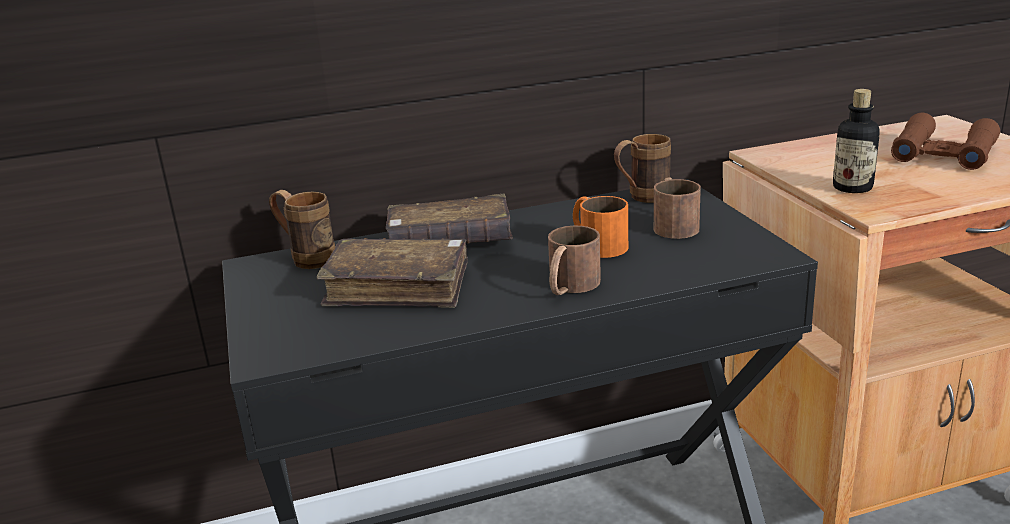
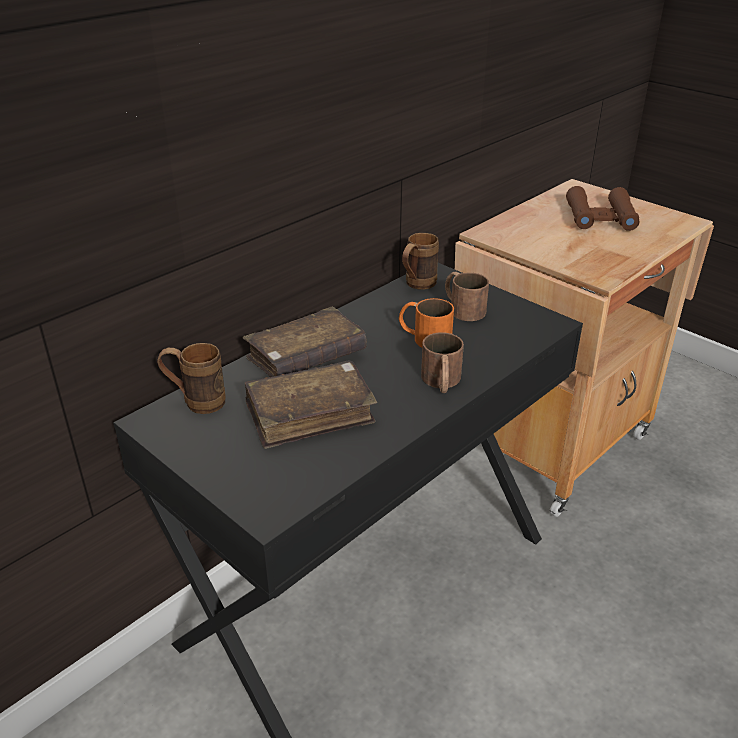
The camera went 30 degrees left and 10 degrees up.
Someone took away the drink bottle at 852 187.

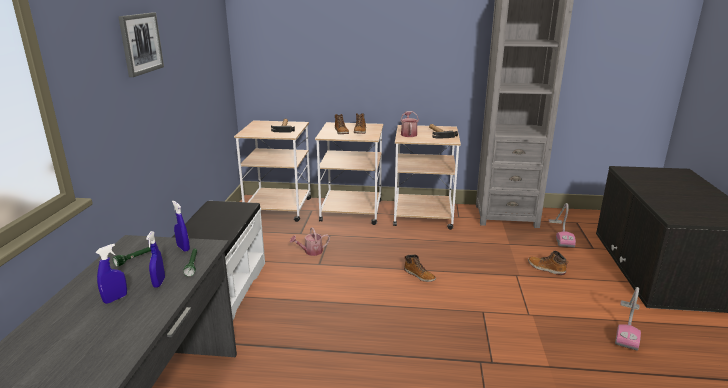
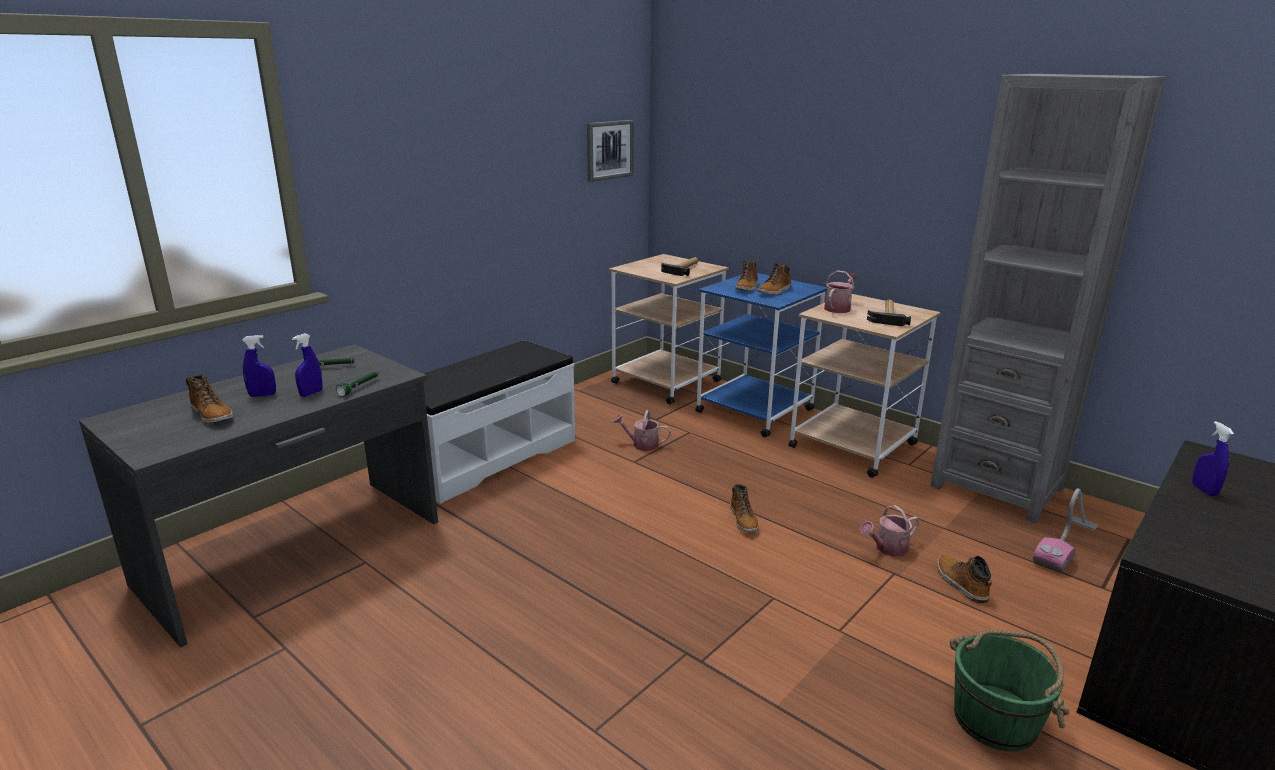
The camera went 35 degrees right and 0 degrees up.
Someone carried the wall art from 140 43 to 609 150.
Someone repainted the sand-coloured wheeled cart at 352 211, which became the blue wheeled cart at 756 412.
Someone carried the blue sprayer from 183 248 to 1204 490.
Someone swapped the hoover at 628 325 for the green pail at 996 719.
Someone put down the tall boot at 212 415.
Someone put down the watering can at 887 548.

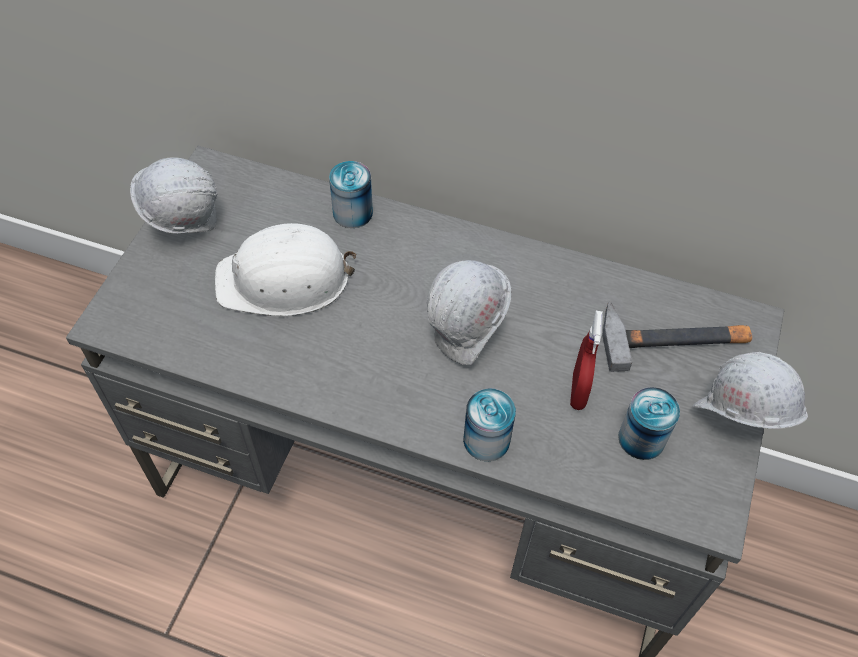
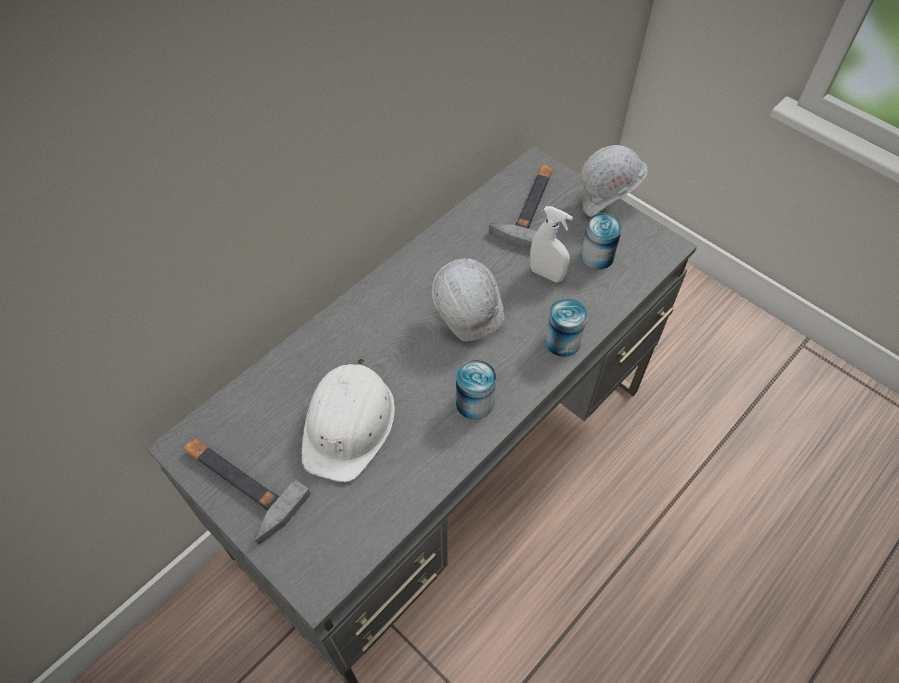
The camera went 65 degrees left and 0 degrees up.
Someone swapped the white work helmet at 185 223 for the hammer at 237 485.
Someone carried the metal can from 352 212 to 474 402.
Someone repainted the reddish sprayer at 578 391, which became the white sprayer at 546 274.

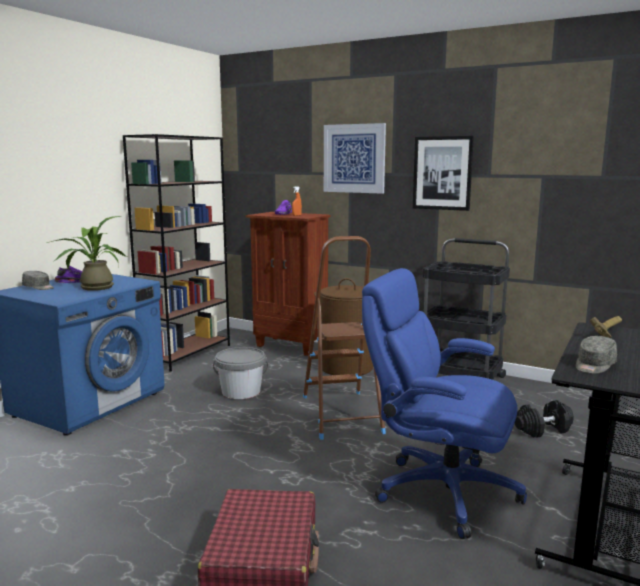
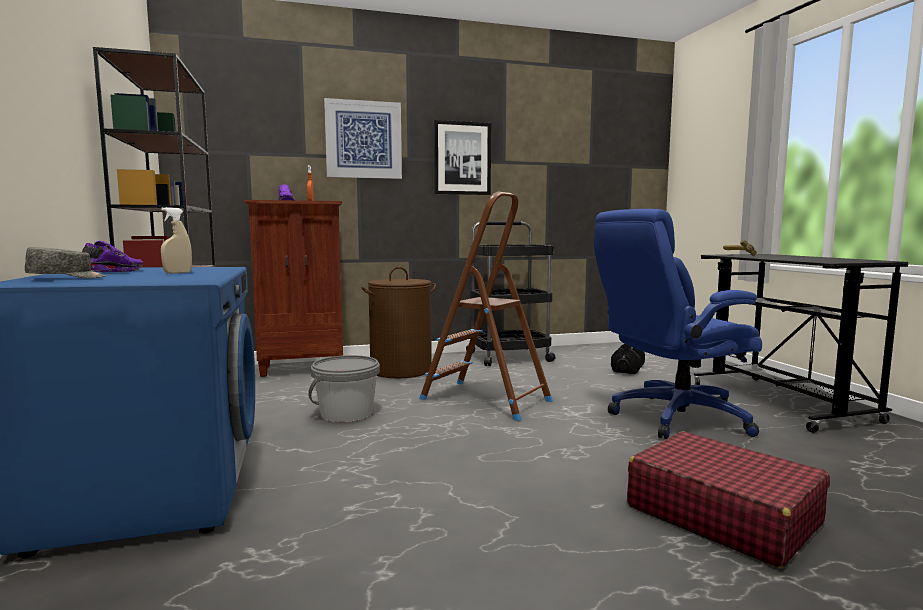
The camera went 45 degrees left and 5 degrees down.
Someone swapped the houseplant at 92 287 for the sand-coloured sprayer at 177 273.
Someone took away the gray cap at 594 365.

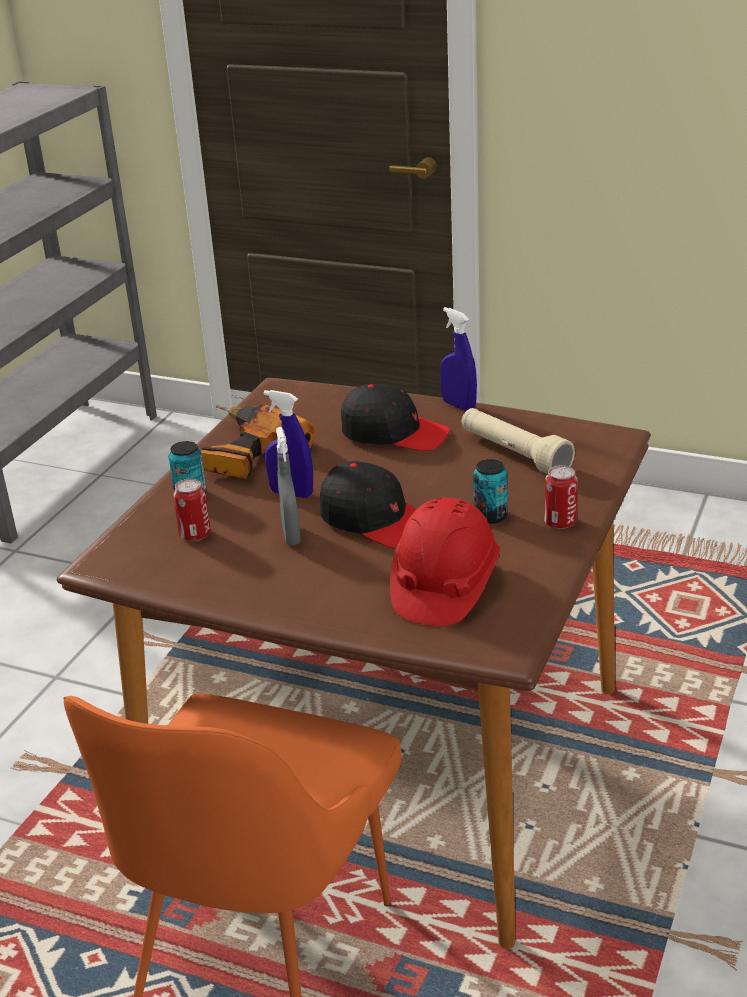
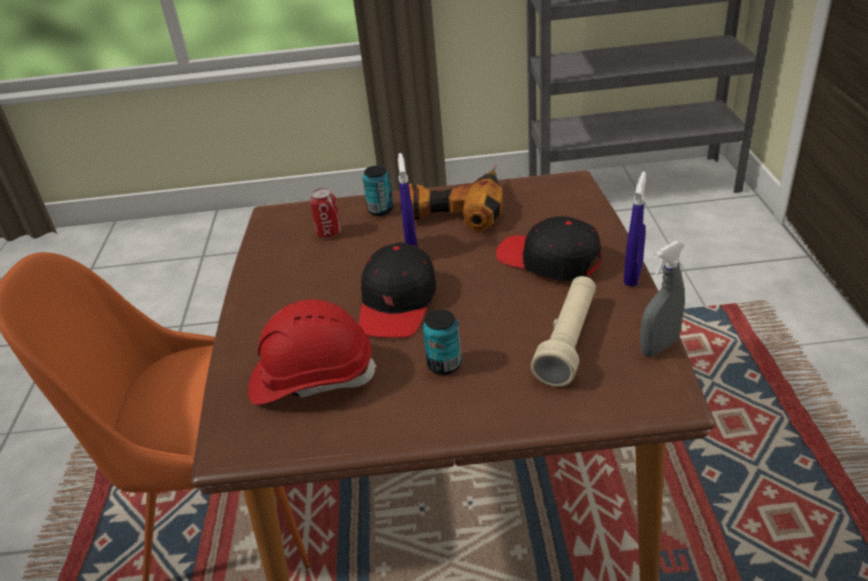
The camera went 65 degrees right and 5 degrees up.
Someone rotated the black-coloured cap at 394 433 by 135 degrees clockwise.
Someone carried the gray sprayer from 291 535 to 659 346.
Someone took away the metal can at 560 522.

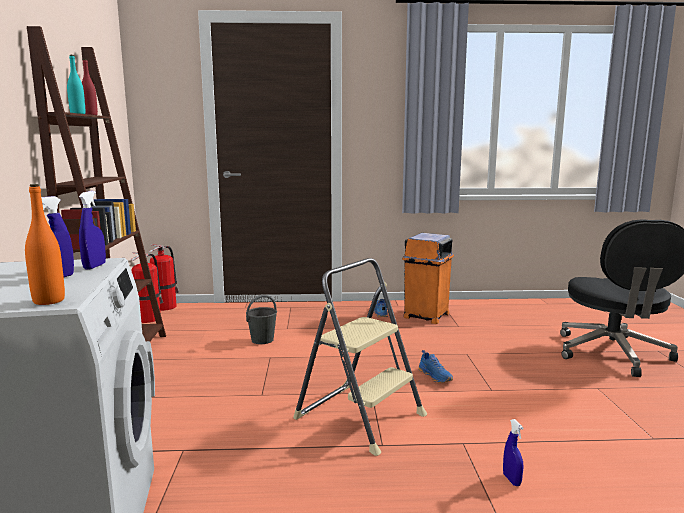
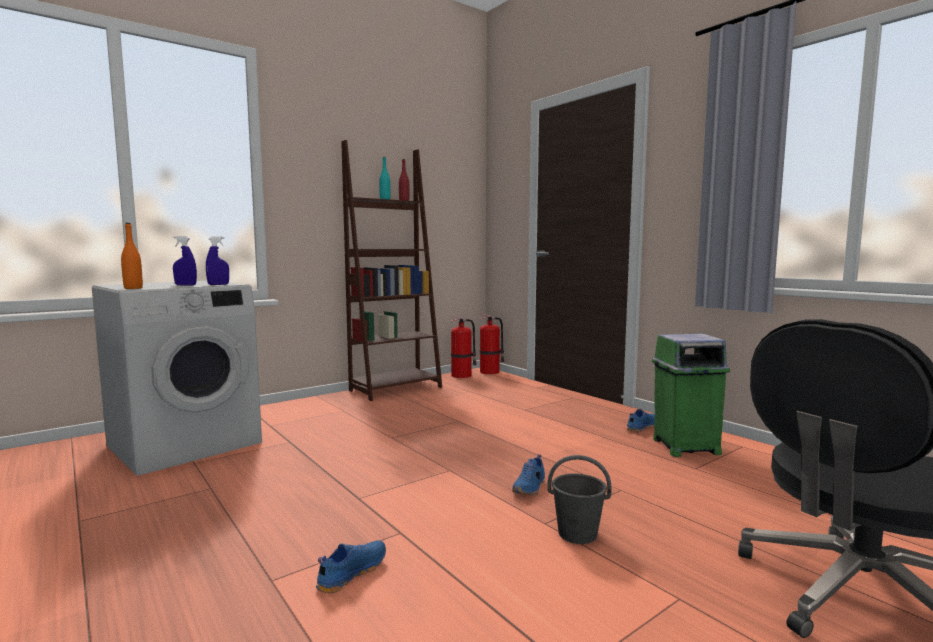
The camera went 55 degrees right and 5 degrees down.
Someone repainted the orangey waste bin at 426 316, which became the green waste bin at 684 447.
Someone took away the sand-coloured stepladder at 356 414.
Someone carried the gray pail from 262 340 to 578 534.
Someone swapped the blue sprayer at 511 480 for the blue low shoe at 351 573.

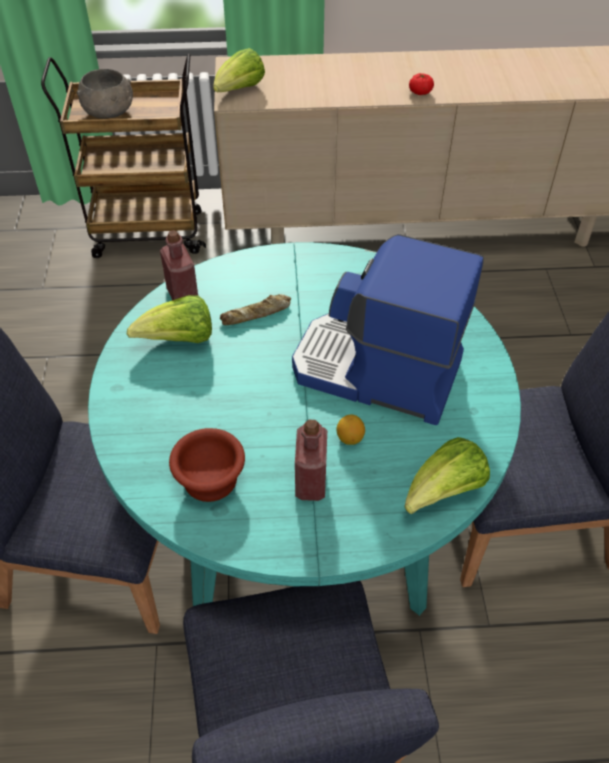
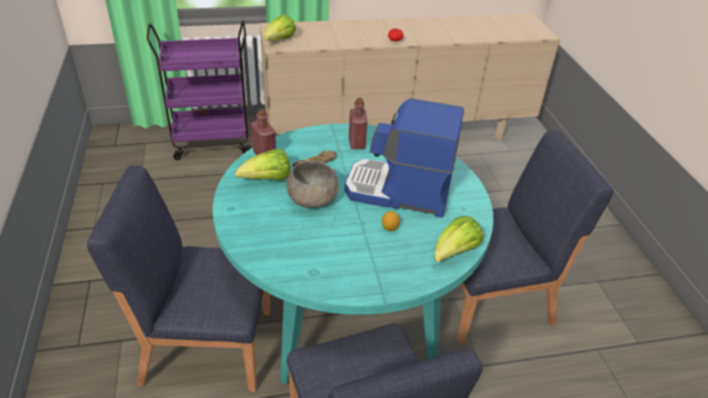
The camera went 10 degrees left and 10 degrees down.
Someone repainted the brownish wheeled cart at 149 234, which became the purple-coloured wheeled cart at 212 143.
Someone carried the gray serving bowl from 109 112 to 313 200.
Someone carried the reddish drink bottle from 310 482 to 356 143.
Someone took away the brownish serving bowl at 209 481.

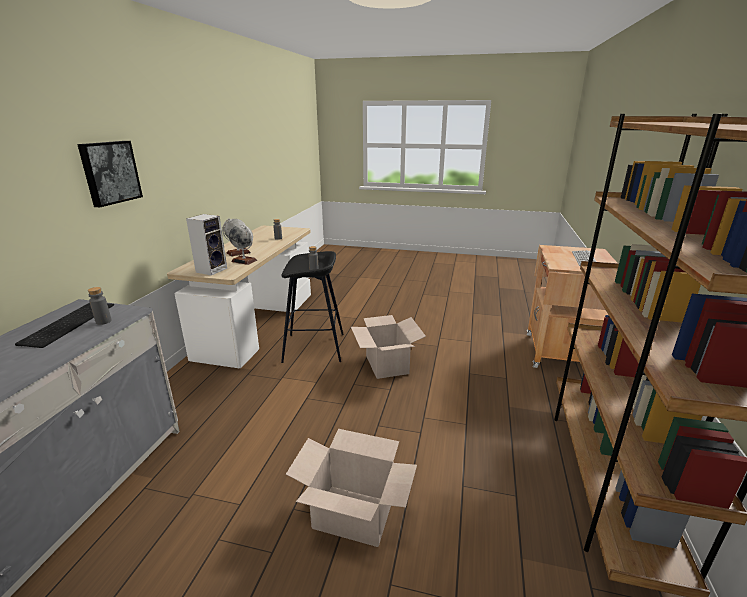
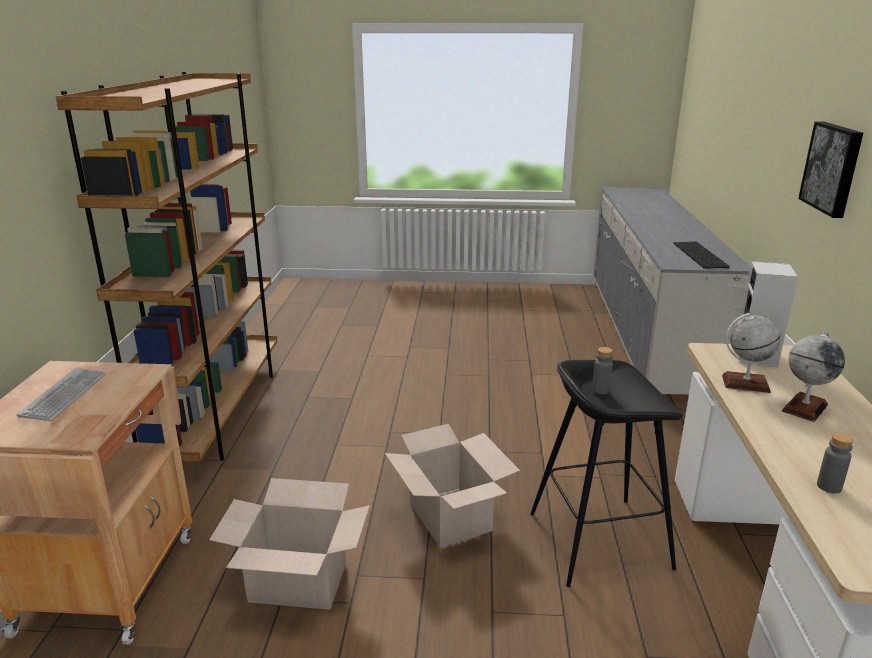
The camera went 170 degrees right and 0 degrees up.
Someone took away the gray drink bottle at 103 321.
Someone carried the carton from 352 515 to 299 581.

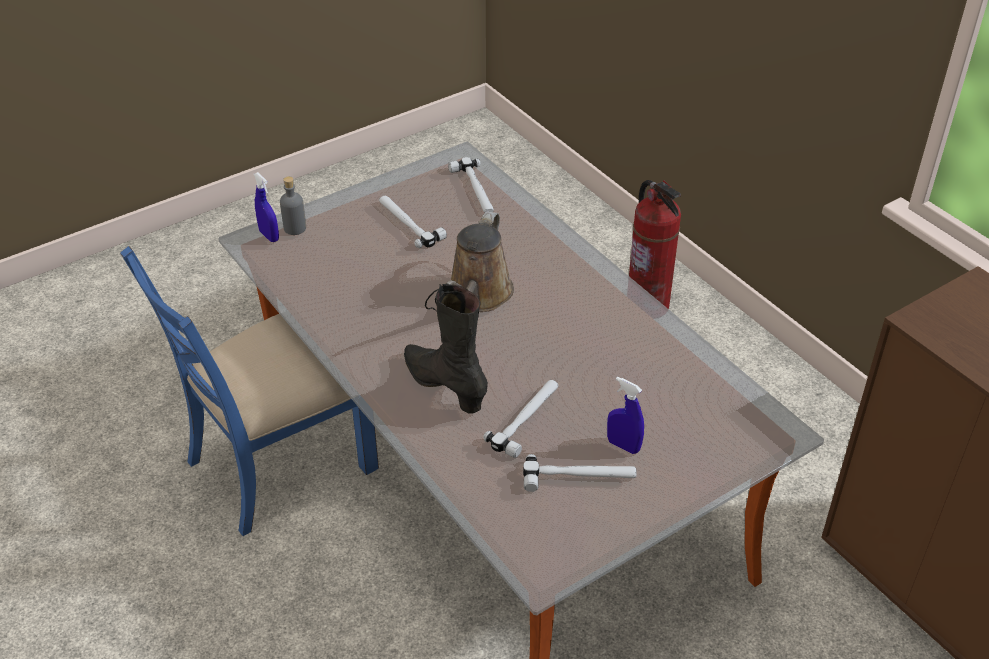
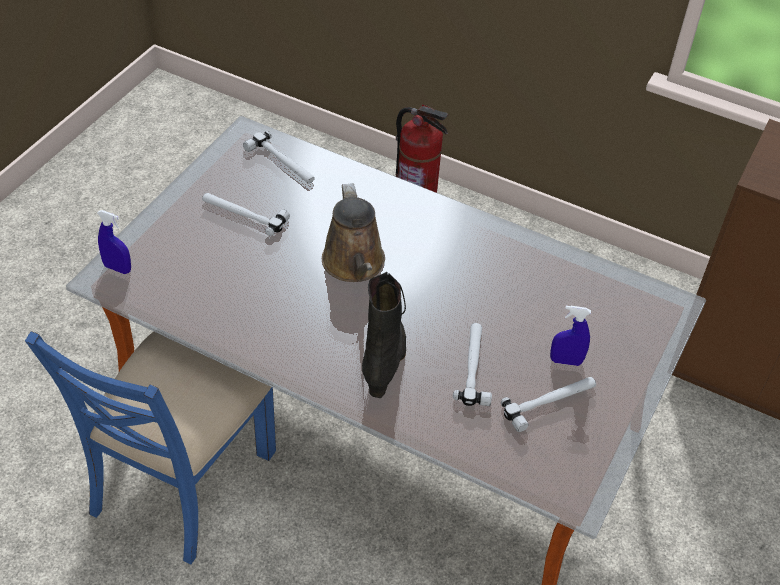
The camera went 30 degrees left and 5 degrees up.
Someone took away the gray drink bottle at 295 228.
Someone rotated the black-coloured tall boot at 445 386 by 75 degrees clockwise.

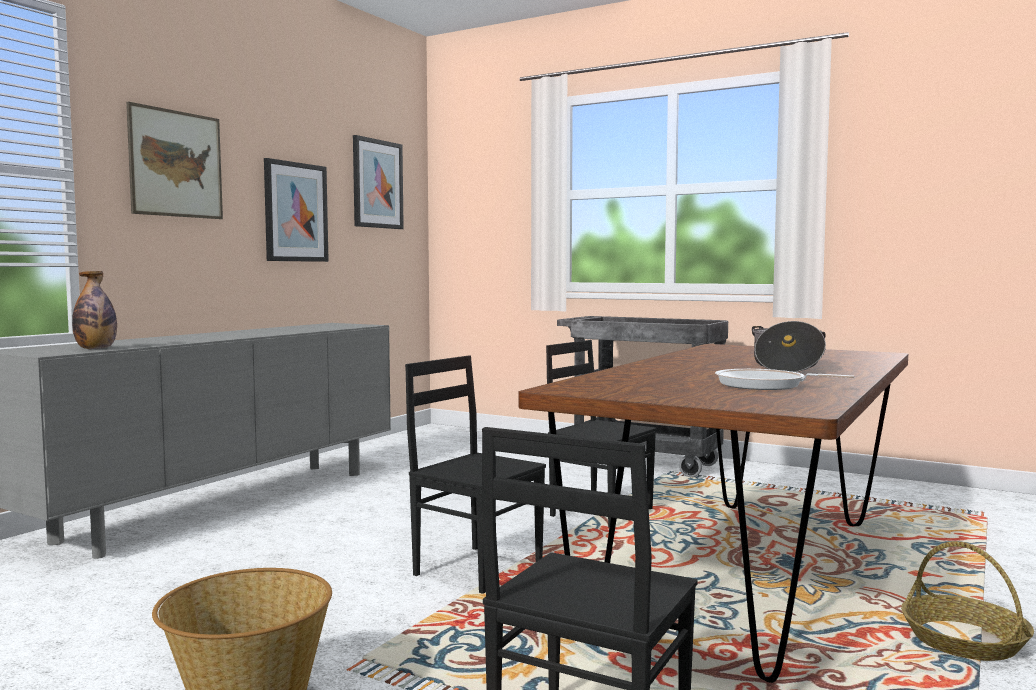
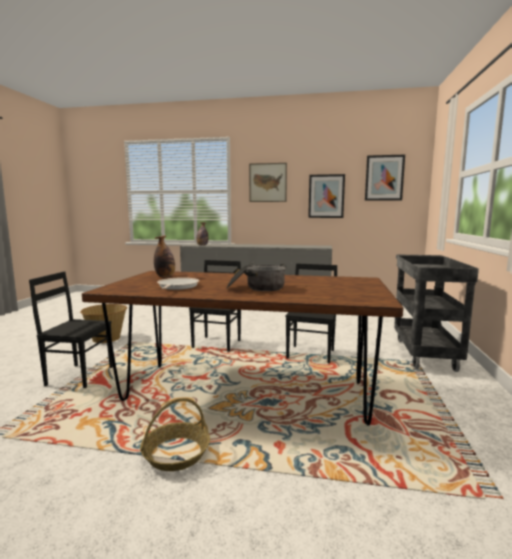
The camera went 70 degrees right and 5 degrees up.
Someone put down the drink bottle at 165 276.

